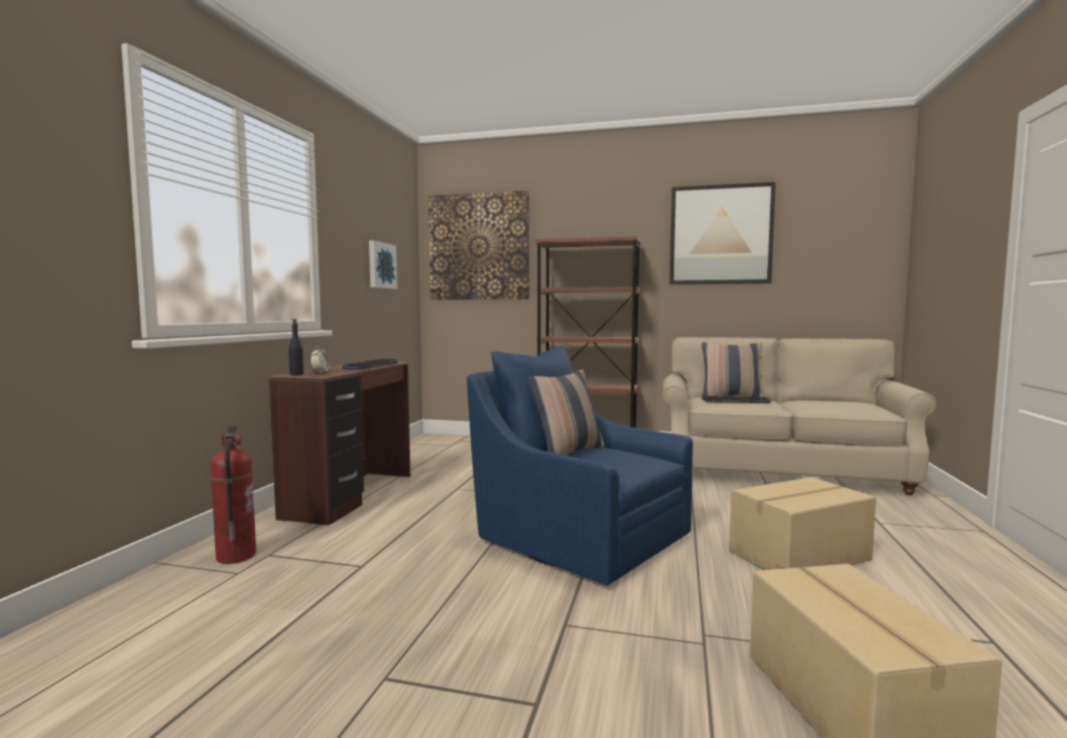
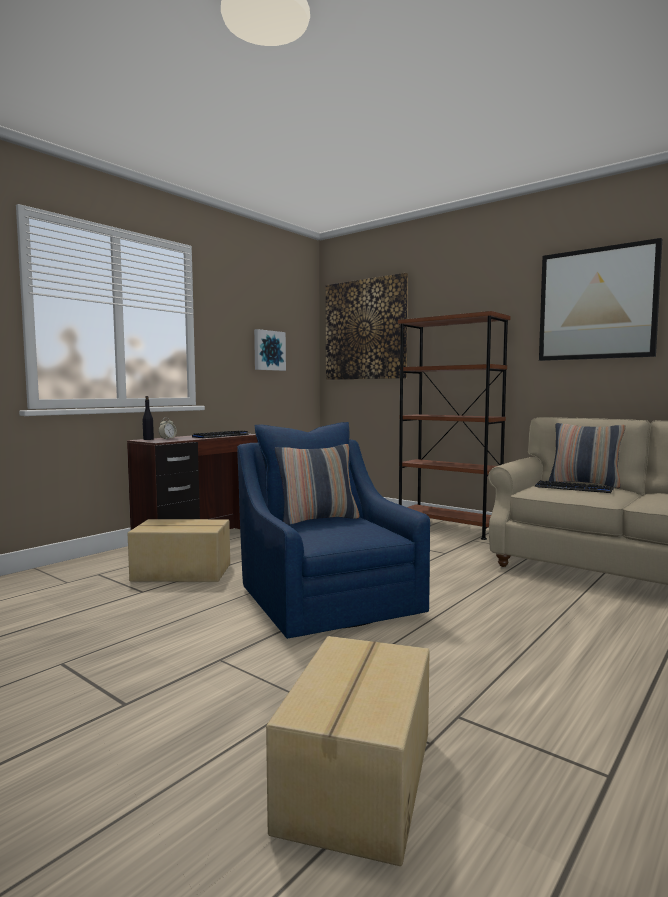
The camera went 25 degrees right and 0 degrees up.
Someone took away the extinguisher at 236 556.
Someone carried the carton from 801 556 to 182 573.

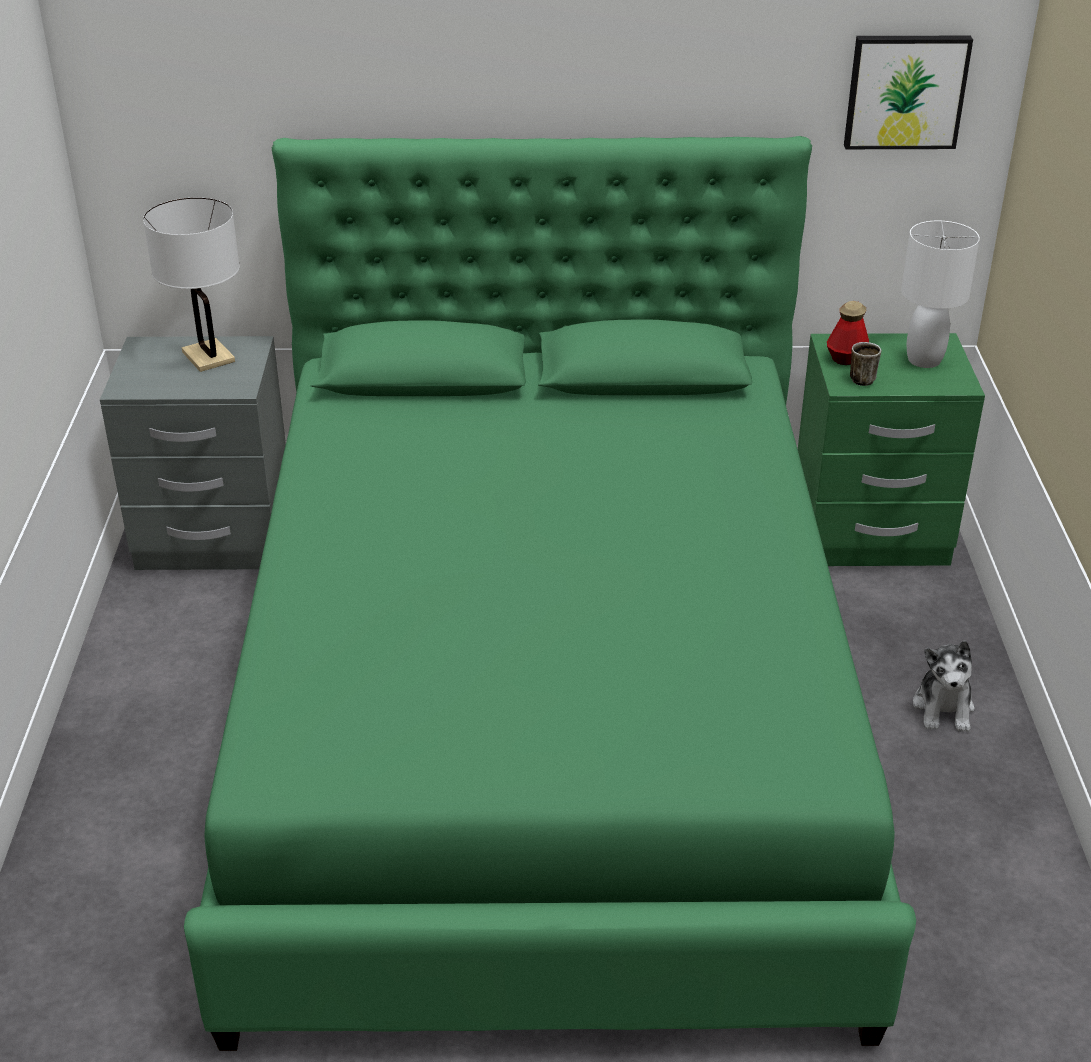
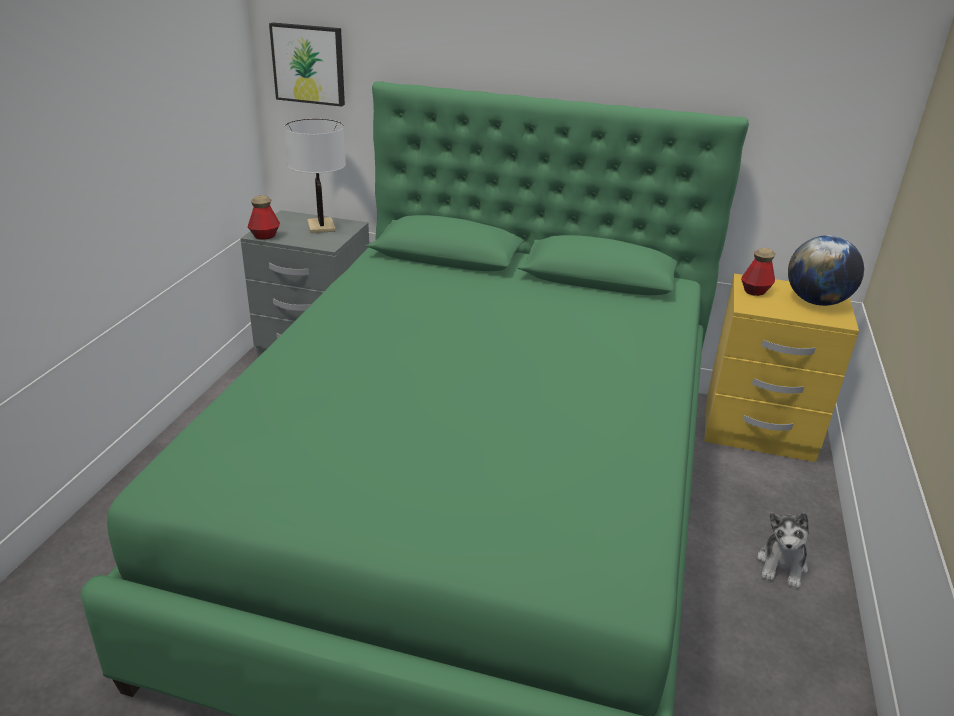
The camera went 15 degrees right and 5 degrees down.
Someone carried the wall art from 905 91 to 309 64.
Someone swapped the white tabletop lamp at 924 360 for the desk globe at 816 301.
Someone repainted the green night table at 869 535, which became the yellowish night table at 758 430.
Someone took away the tea mug at 863 378.
Someone put down the drink bottle at 265 236.

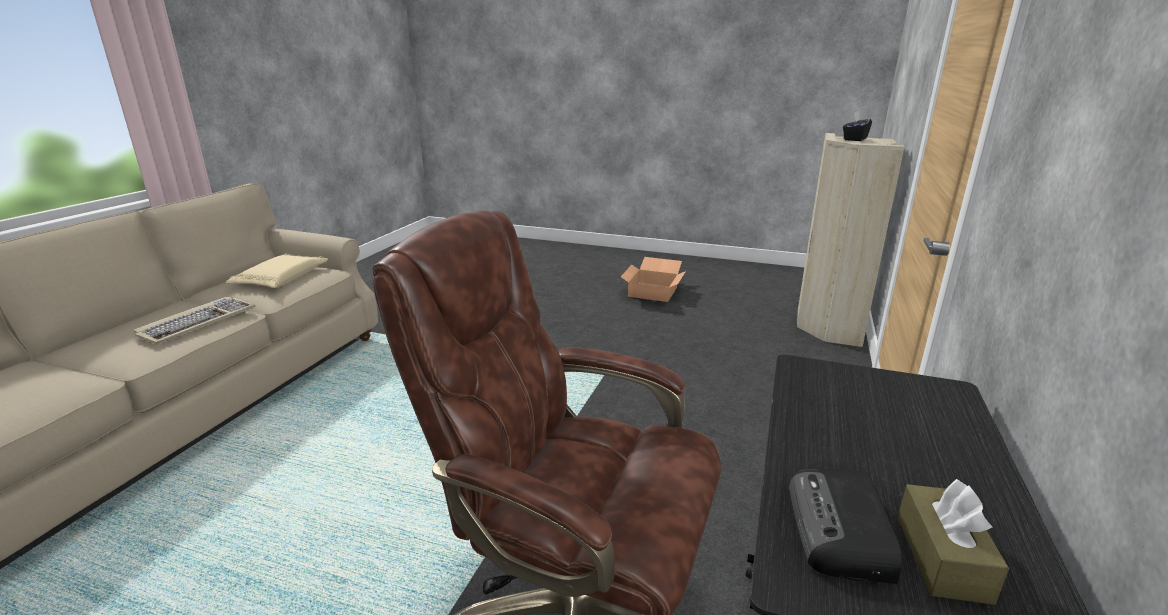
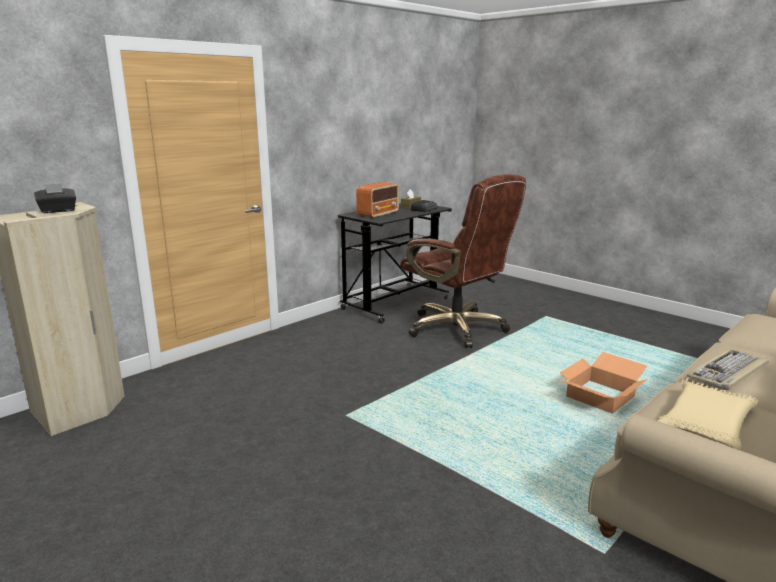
The camera went 155 degrees left and 5 degrees down.
Someone carried the carton from 652 291 to 600 397.
Someone put down the radio set at 378 214.

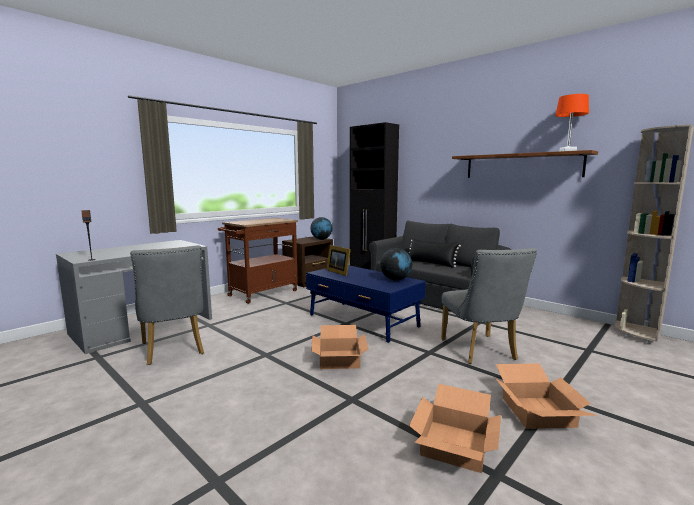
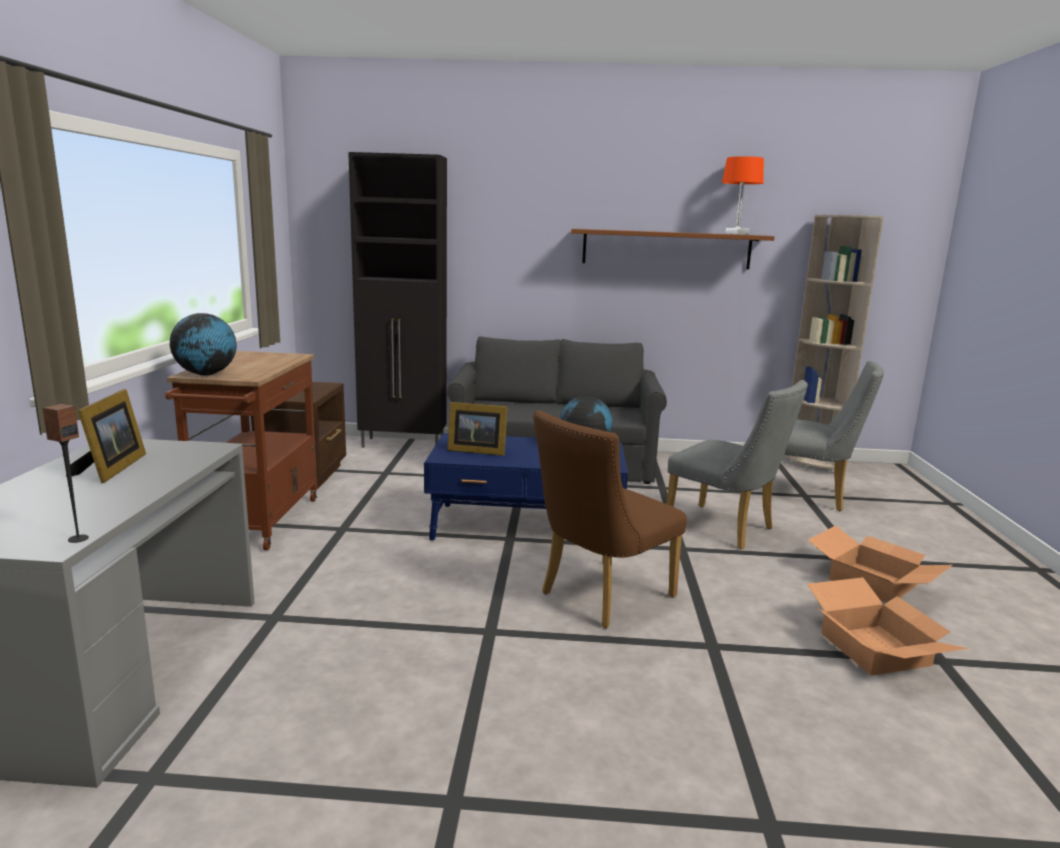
The camera went 40 degrees left and 5 degrees up.
Someone carried the desk globe from 321 239 to 206 374.
Someone took away the black-coloured pillow at 431 263.
Someone carried the gray plain chair from 174 350 to 810 496.
Someone swapped the carton at 338 359 for the brownish plain chair at 600 597.
Someone put down the standing frame at 111 469.

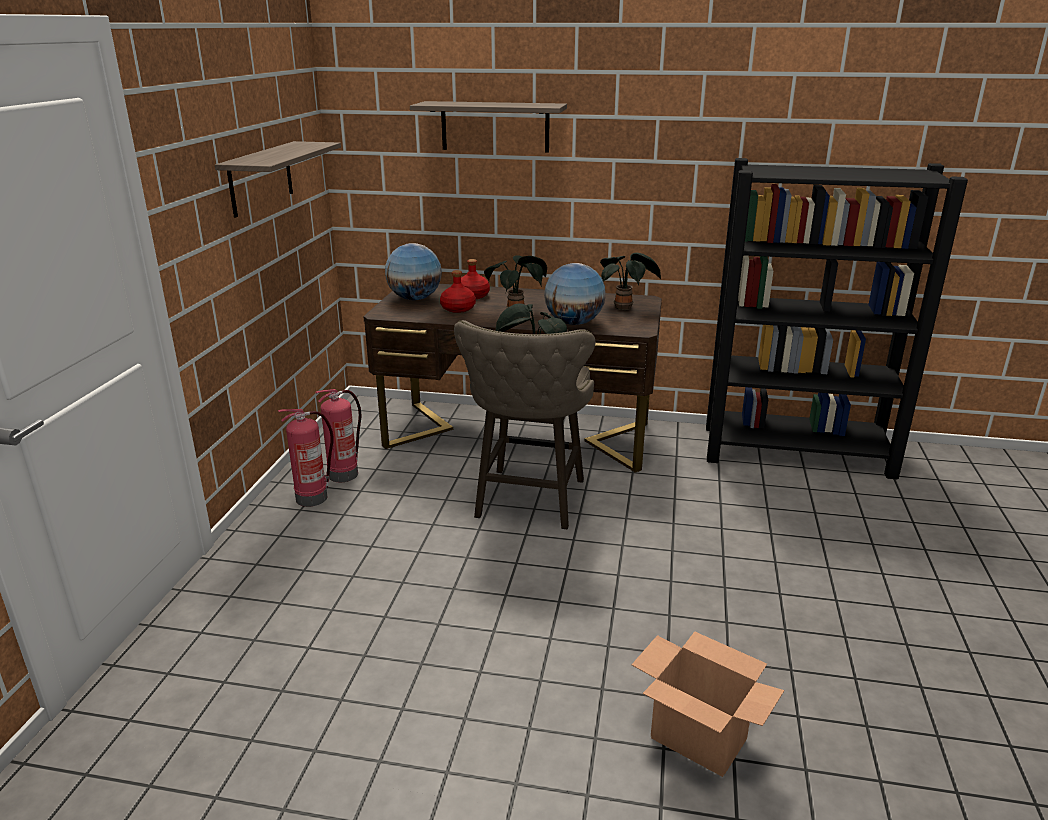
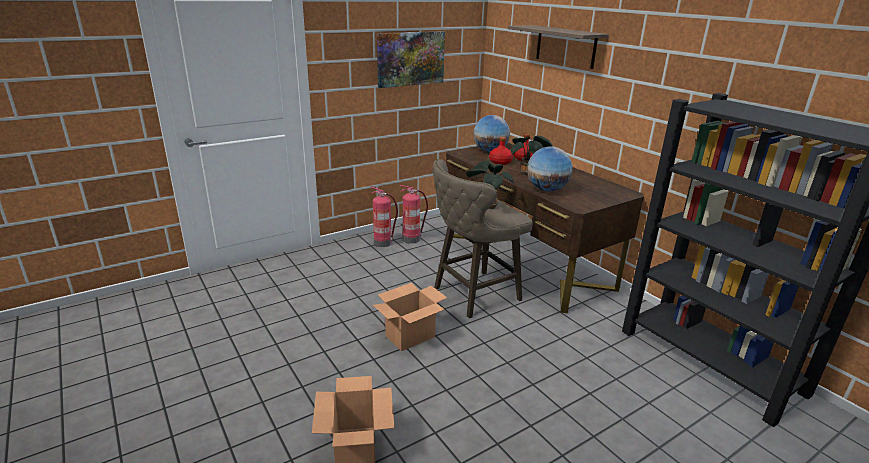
The camera went 45 degrees right and 0 degrees up.
Someone swapped the bracket shelf at 261 178 for the wall art at 410 58.
Someone took away the houseplant at 625 308.
Someone put down the carton at 410 336.

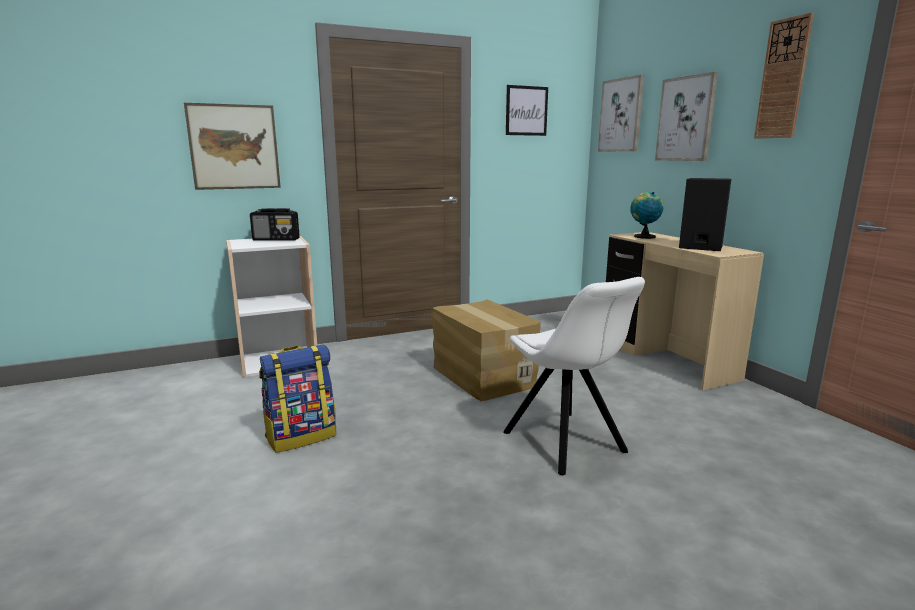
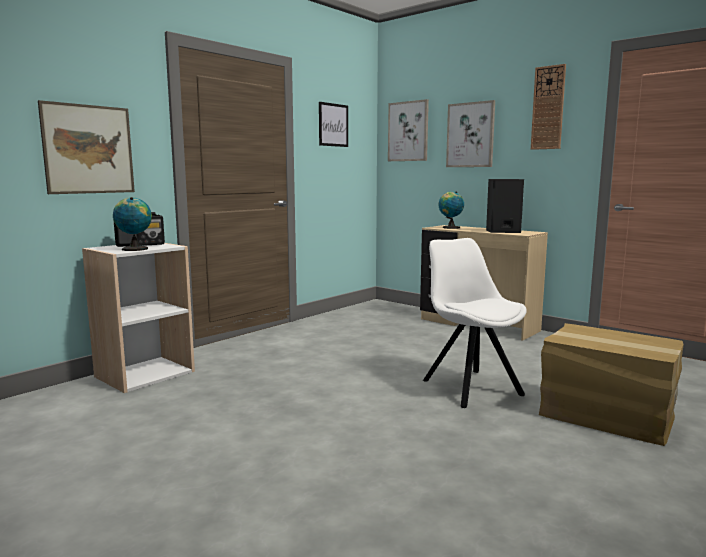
The camera went 25 degrees left and 5 degrees down.
Someone rotated the white plain chair at 565 442 by 150 degrees counterclockwise.
Someone carried the carton from 482 376 to 605 415.
Someone took away the rucksack at 301 436.
Someone put down the desk globe at 134 249.

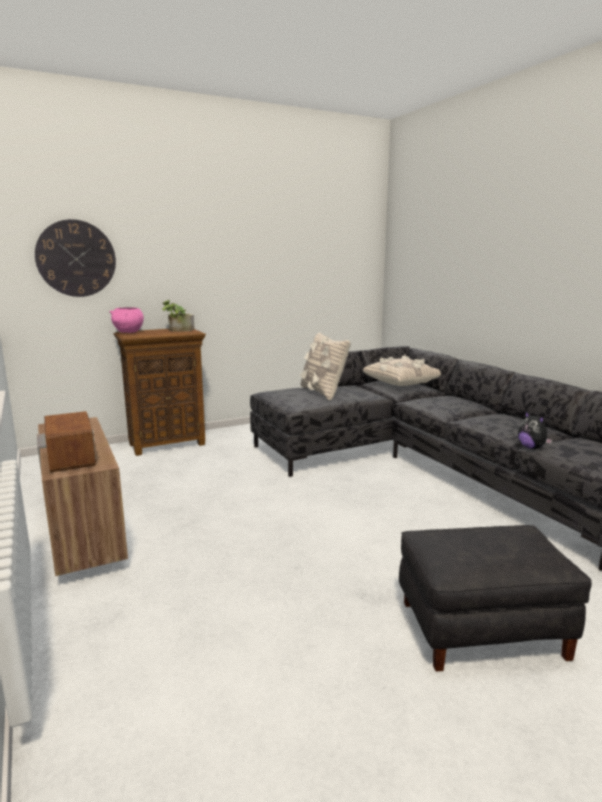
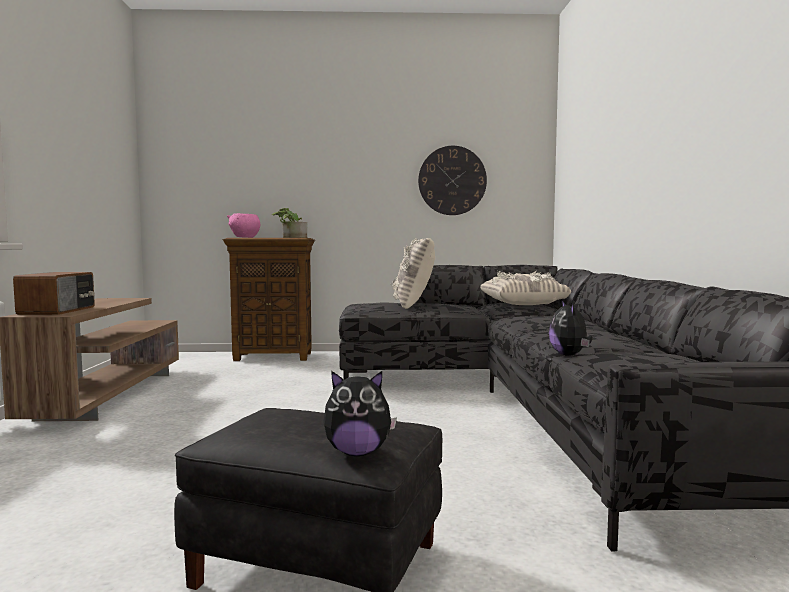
The camera went 25 degrees right and 10 degrees down.
Someone carried the wall clock from 76 258 to 452 180.
Someone put down the cuddly toy at 358 452.

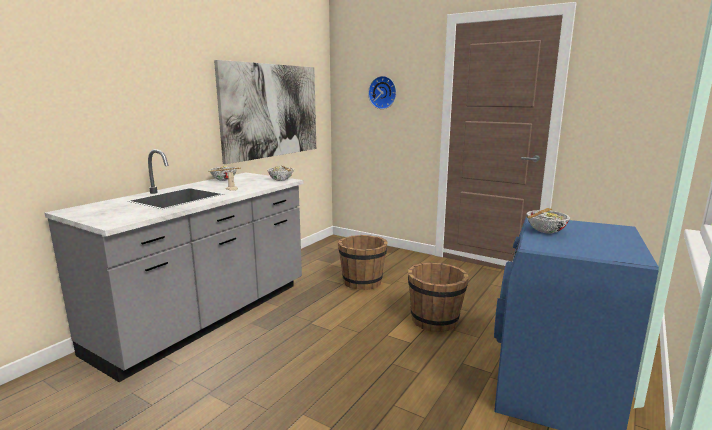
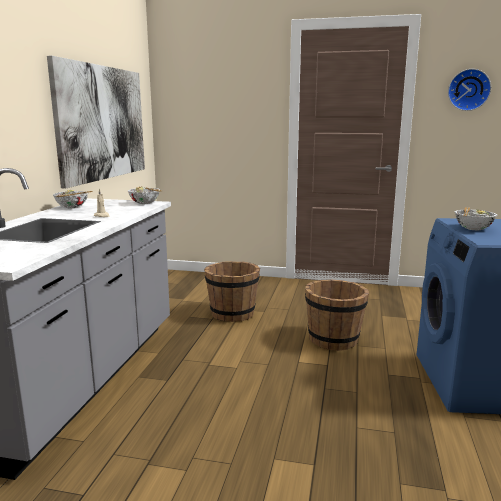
The camera went 20 degrees left and 0 degrees up.
Someone carried the wall clock from 383 92 to 468 90.

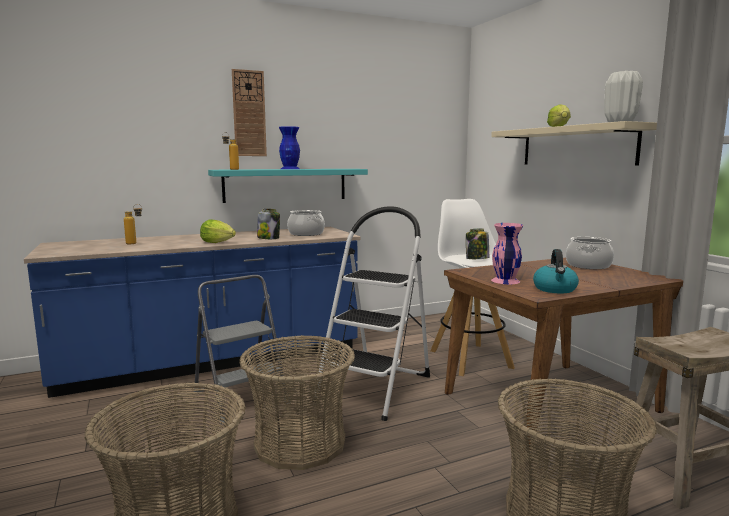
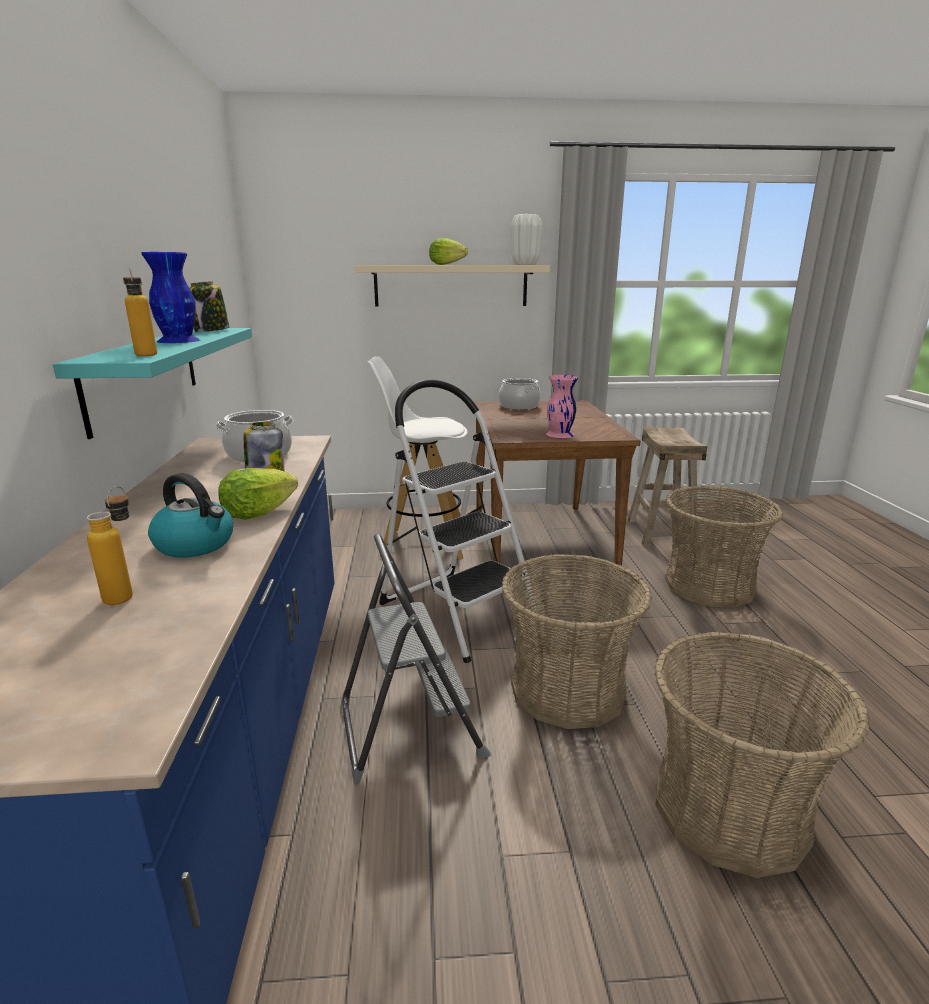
The camera went 70 degrees left and 10 degrees up.
Someone took away the wall clock at 249 113.
Someone carried the storage jar from 476 258 to 211 331.
Someone carried the kettle from 555 289 to 196 544.

